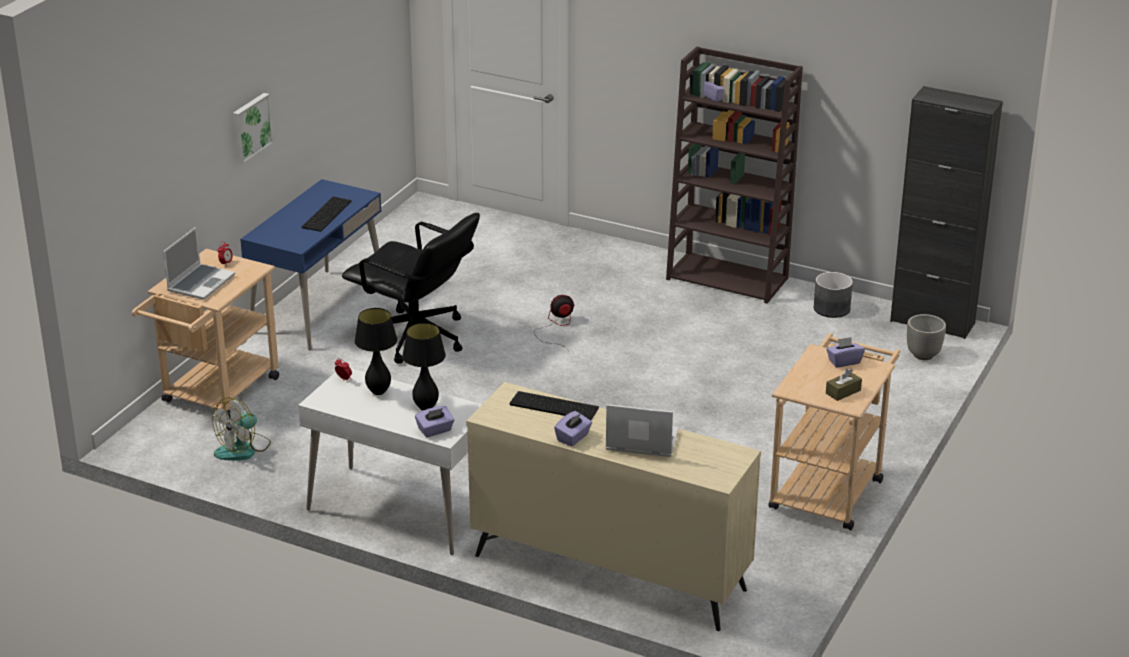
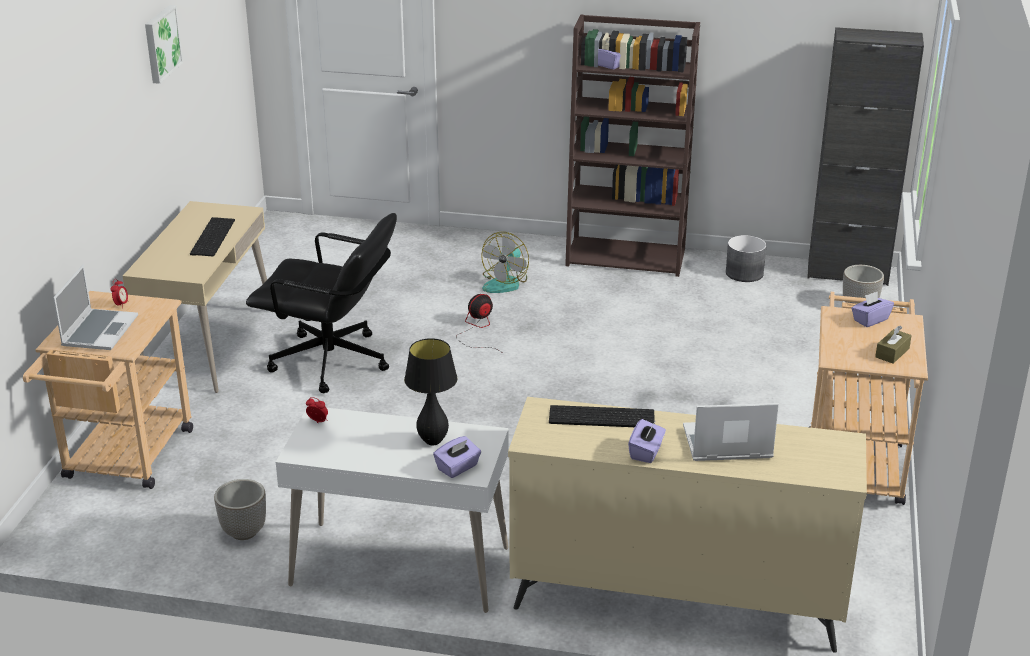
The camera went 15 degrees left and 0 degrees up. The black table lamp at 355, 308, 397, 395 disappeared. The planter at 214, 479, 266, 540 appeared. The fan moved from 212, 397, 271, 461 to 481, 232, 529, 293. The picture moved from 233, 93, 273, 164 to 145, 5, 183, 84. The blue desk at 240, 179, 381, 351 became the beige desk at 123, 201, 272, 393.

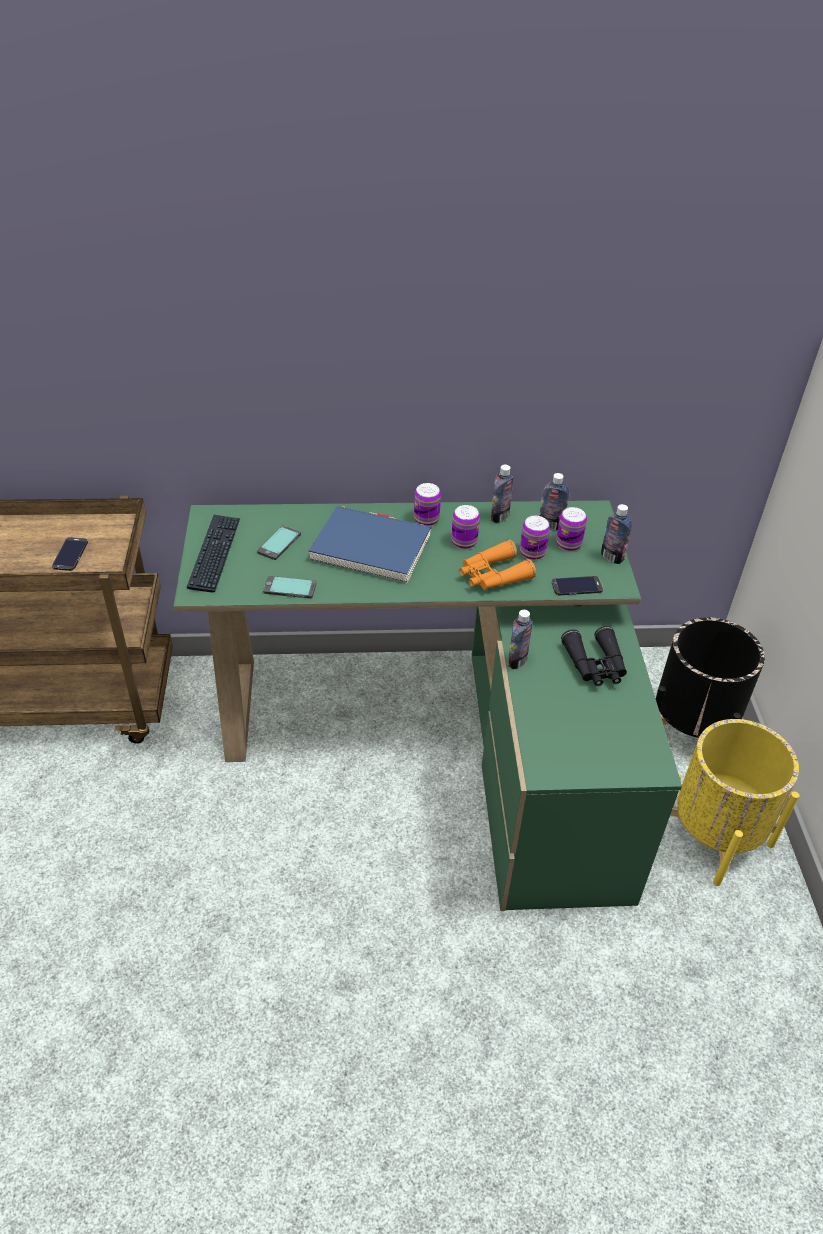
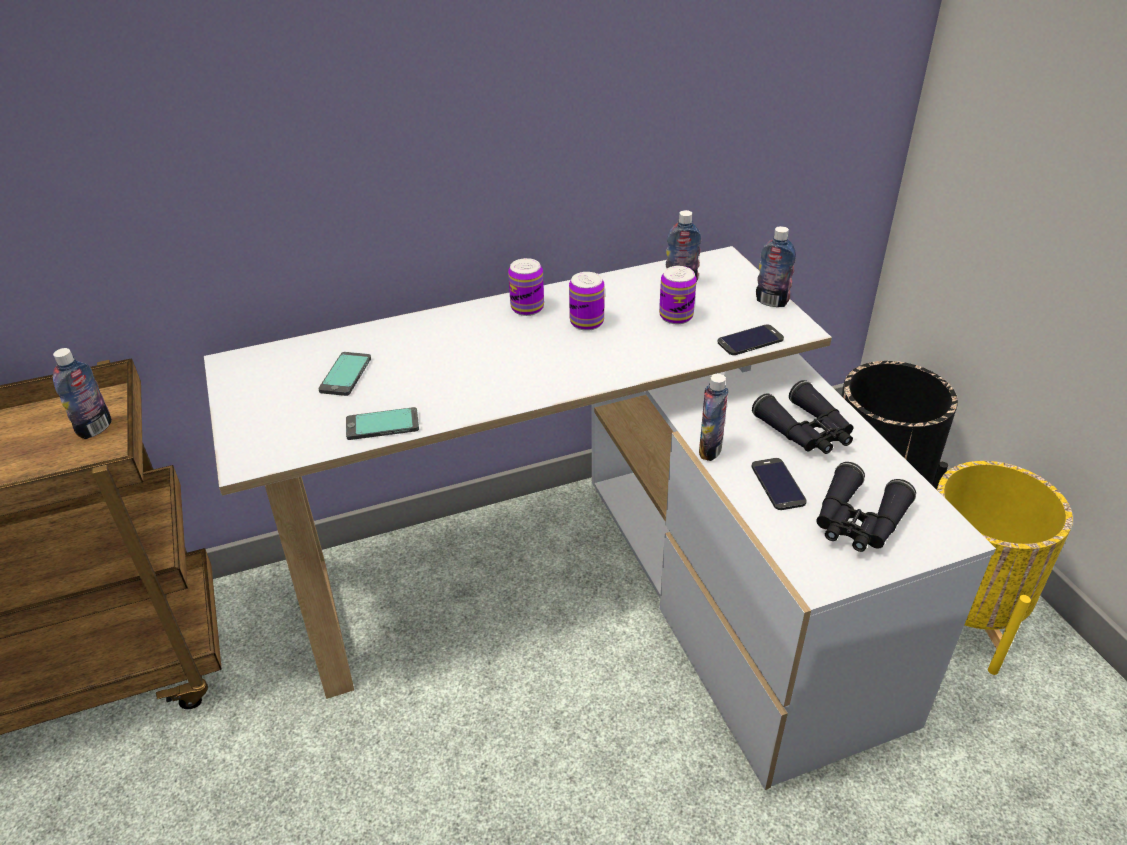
The camera went 15 degrees left and 5 degrees down. The keyboard at 187, 515, 240, 593 disappeared. The blue book at 309, 506, 431, 583 disappeared. The orange binoculars at 459, 540, 536, 590 disappeared. The can at 556, 507, 587, 551 disappeared. The black binoculars at 816, 462, 916, 552 appeared. The phone moved from 52, 537, 88, 571 to 752, 458, 807, 510. The bottle moved from 491, 465, 514, 523 to 53, 348, 112, 439. The green desk at 173, 501, 682, 911 became the white desk at 204, 246, 996, 790.

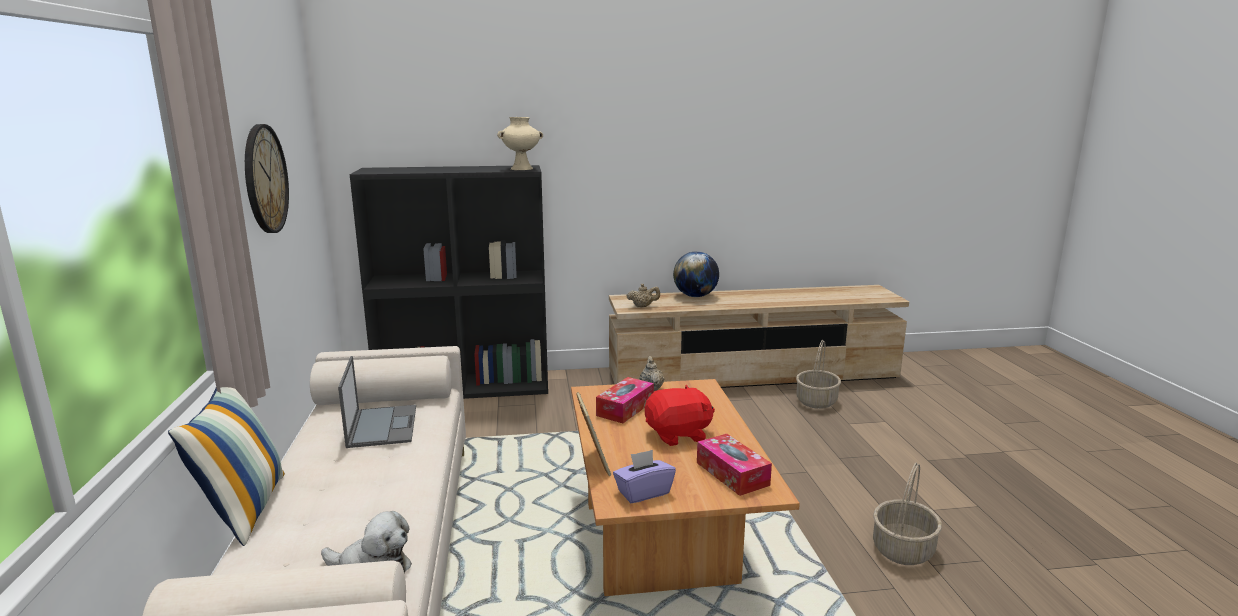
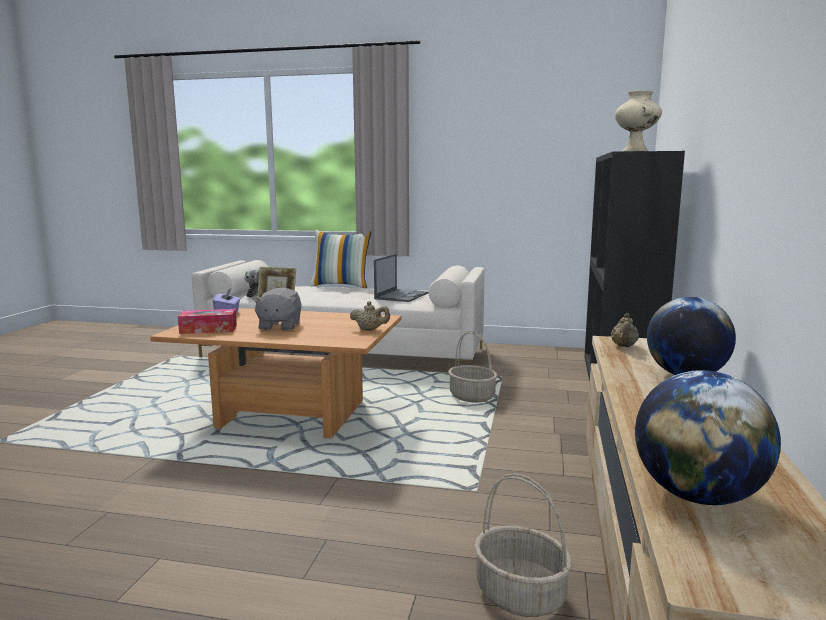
The camera went 110 degrees right and 5 degrees down. The wall clock at 245, 124, 289, 233 disappeared. The tissue box at 596, 377, 654, 423 disappeared. The globe at 635, 370, 781, 505 appeared. The basket moved from 873, 463, 942, 565 to 448, 331, 497, 403. The red plush toy at 645, 384, 715, 446 became the grey plush toy at 252, 287, 302, 331. The laptop at 338, 356, 416, 448 turned 75 degrees counterclockwise.

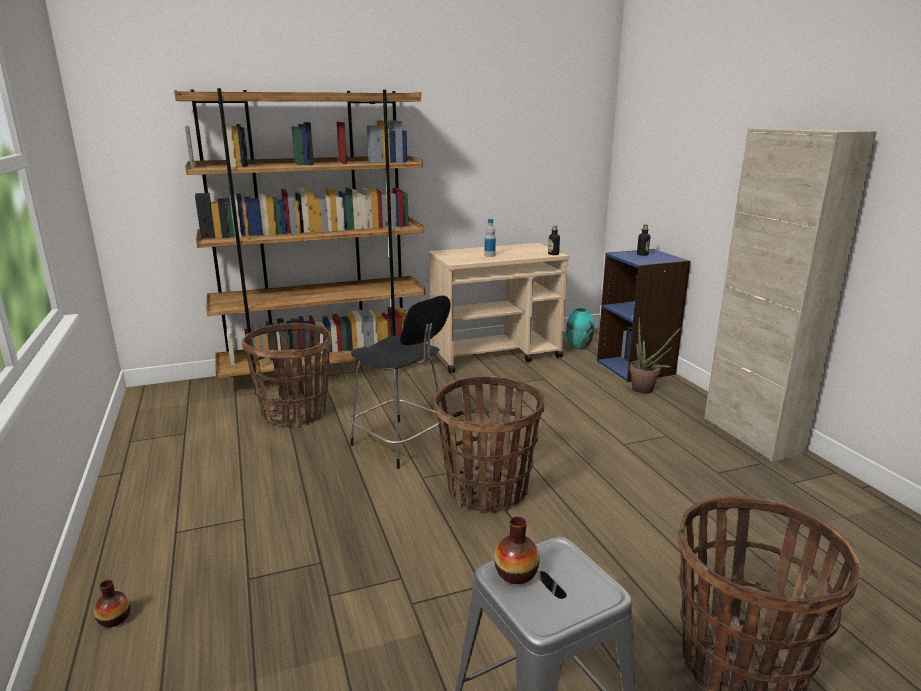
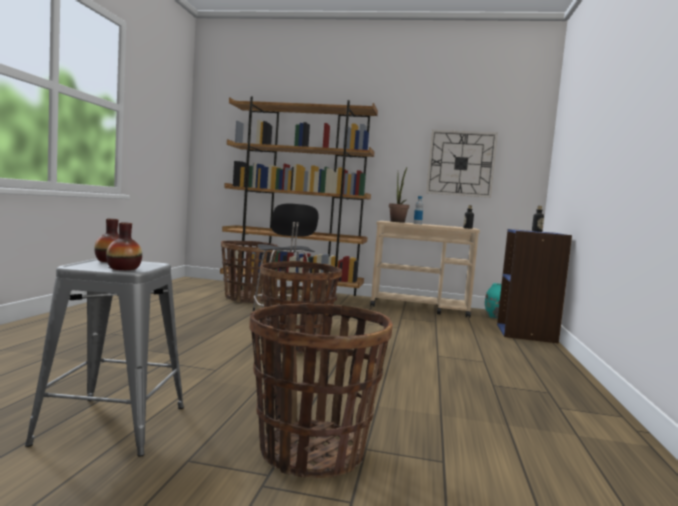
The camera went 30 degrees right and 15 degrees down. The beige cabinet at 704, 128, 876, 462 disappeared. The wall clock at 426, 130, 498, 198 appeared. The vase moved from 94, 580, 130, 627 to 106, 222, 142, 270. The potted plant moved from 630, 317, 682, 394 to 389, 167, 409, 223.

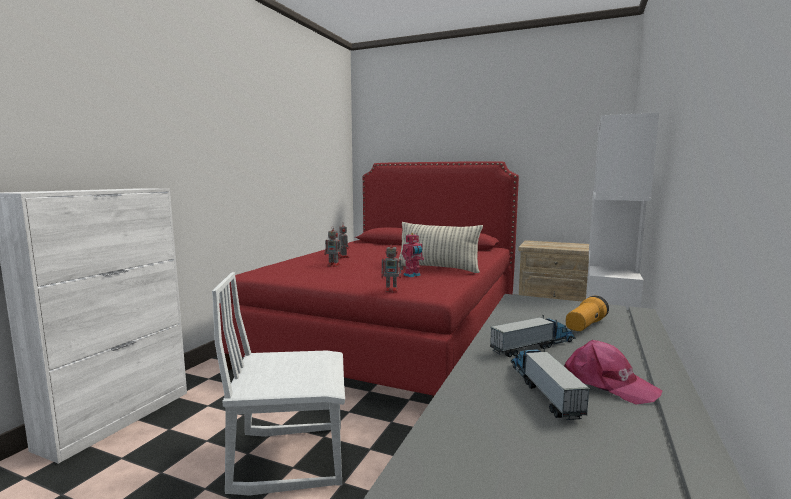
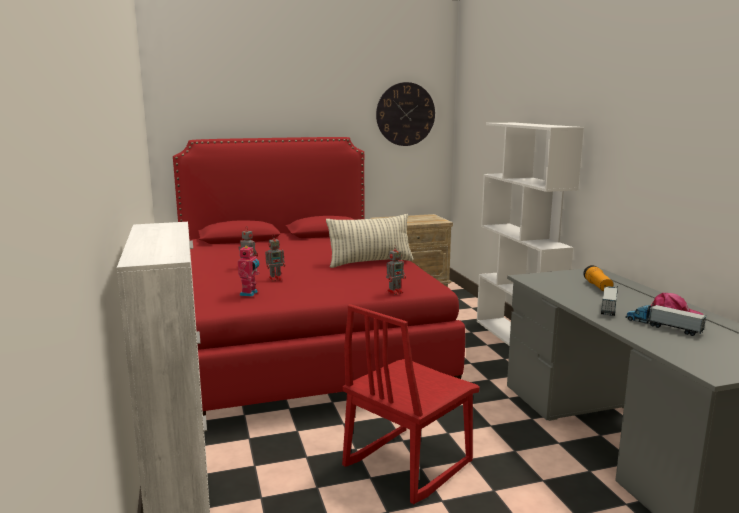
The camera went 40 degrees left and 5 degrees up. The wall clock at 376, 82, 435, 146 appeared. The toy robot moved from 402, 233, 424, 277 to 238, 245, 259, 297. The white chair at 212, 272, 345, 496 became the red chair at 342, 304, 480, 504.

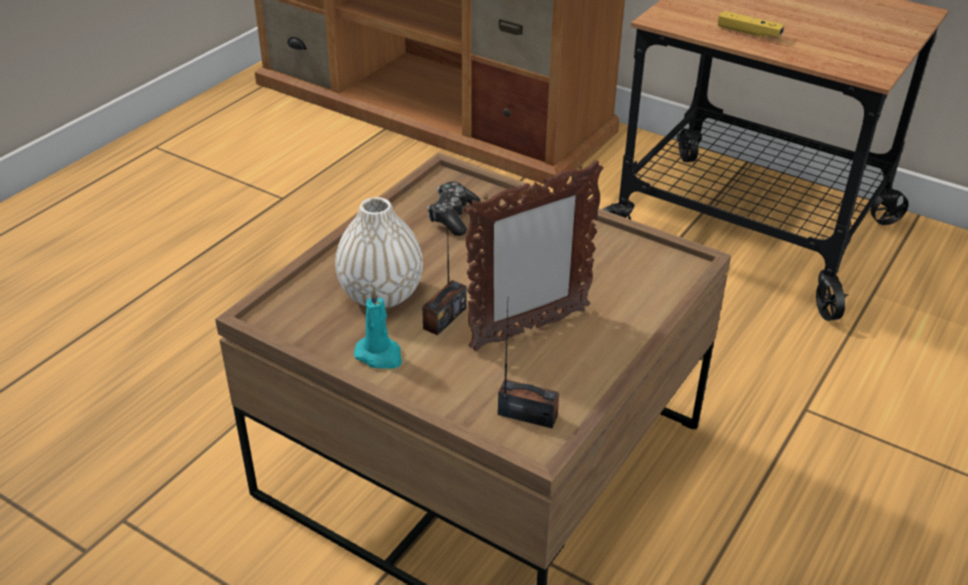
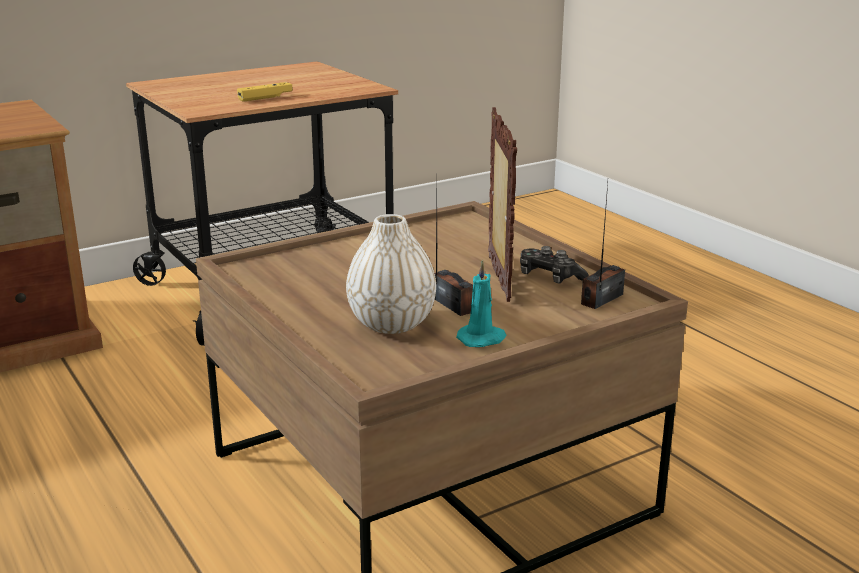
The camera went 65 degrees left and 15 degrees down. The game controller moved from 427, 181, 480, 236 to 520, 246, 589, 283.

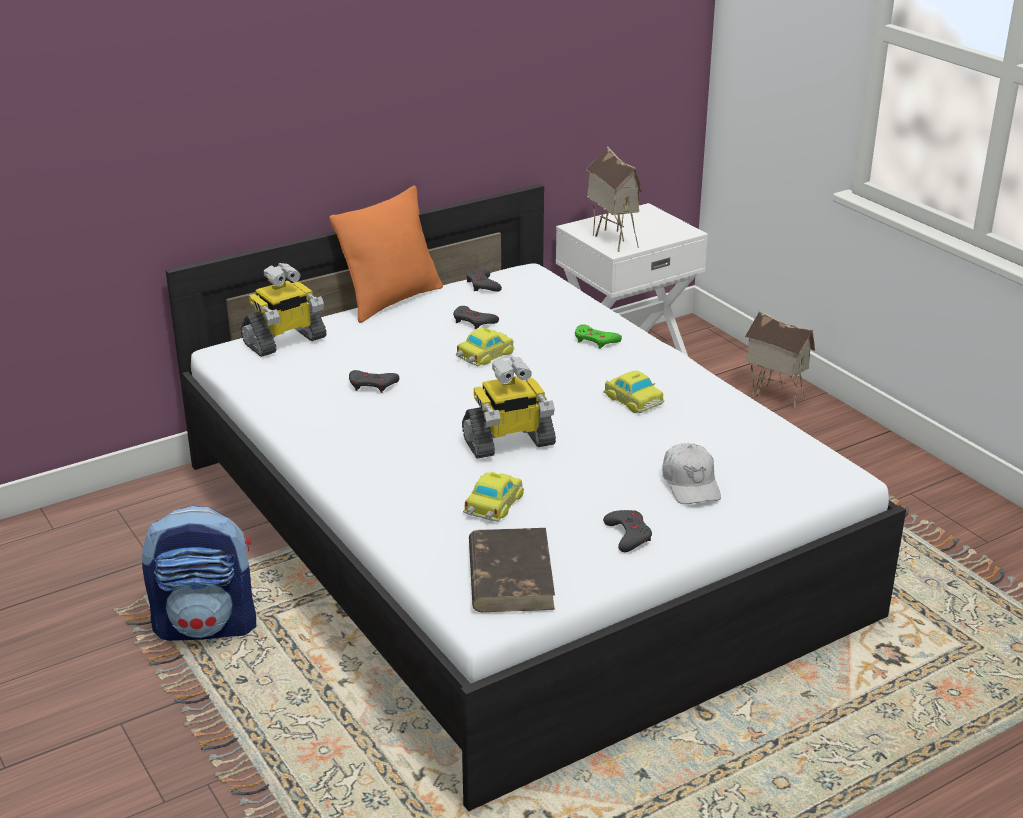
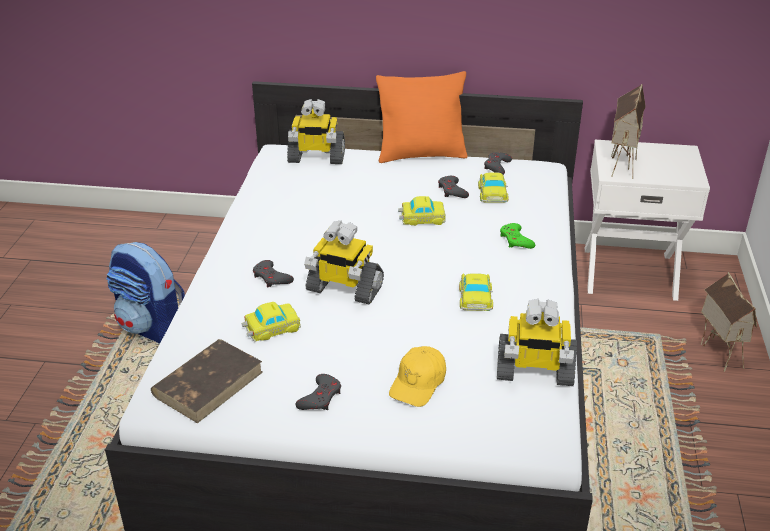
The camera went 40 degrees right and 5 degrees up. The toy car at 478, 172, 509, 203 appeared. The toy robot at 497, 299, 577, 386 appeared. The grey game controller moved from 349, 370, 399, 393 to 253, 260, 294, 288. The white cap at 663, 443, 721, 504 became the yellow cap at 389, 346, 446, 407.

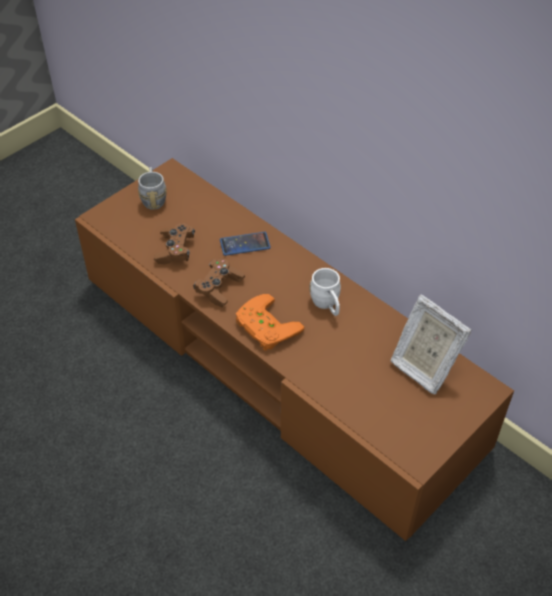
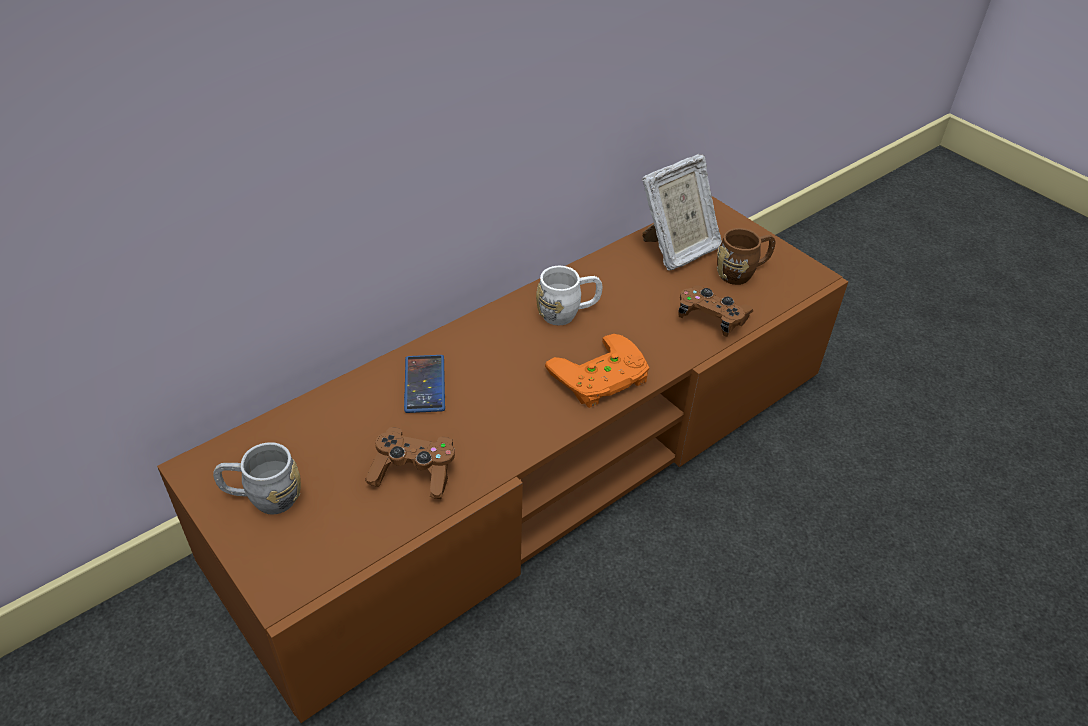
The camera went 85 degrees left and 5 degrees down. The brown mug at 717, 228, 775, 285 appeared. The brown game controller moved from 193, 259, 245, 307 to 678, 285, 753, 337.

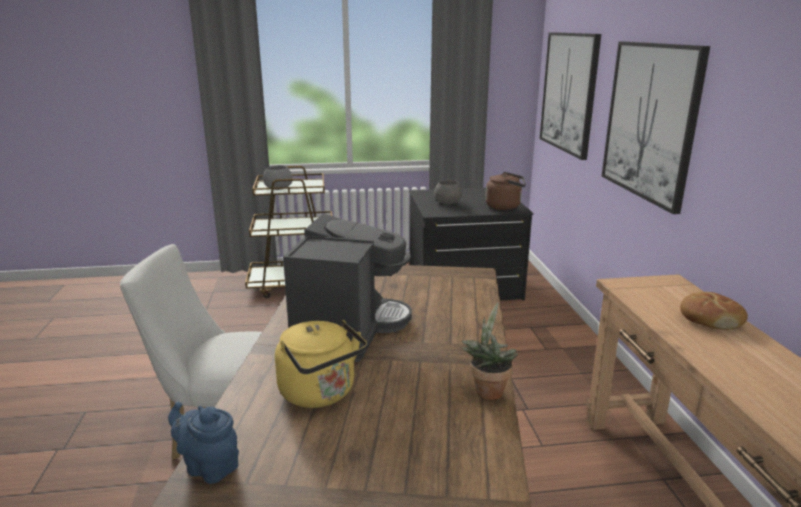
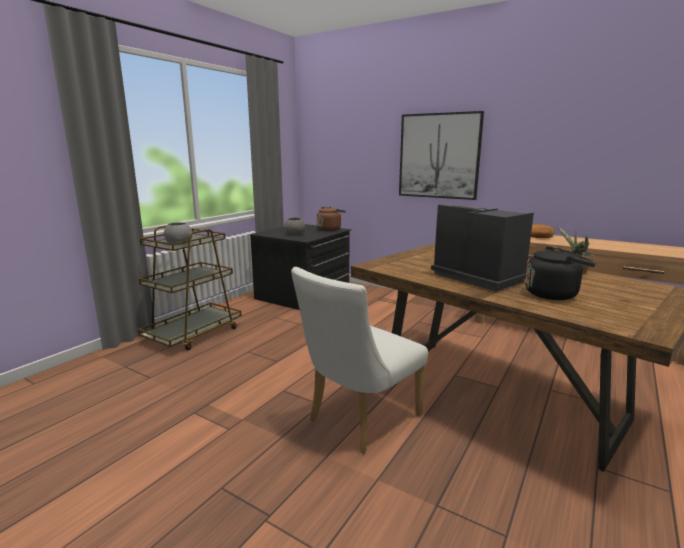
The camera went 50 degrees left and 5 degrees down. The blue teapot at 168, 402, 239, 484 disappeared. The picture at 540, 32, 601, 160 disappeared. The yellow kettle at 275, 320, 367, 408 became the black kettle at 525, 246, 596, 300.

